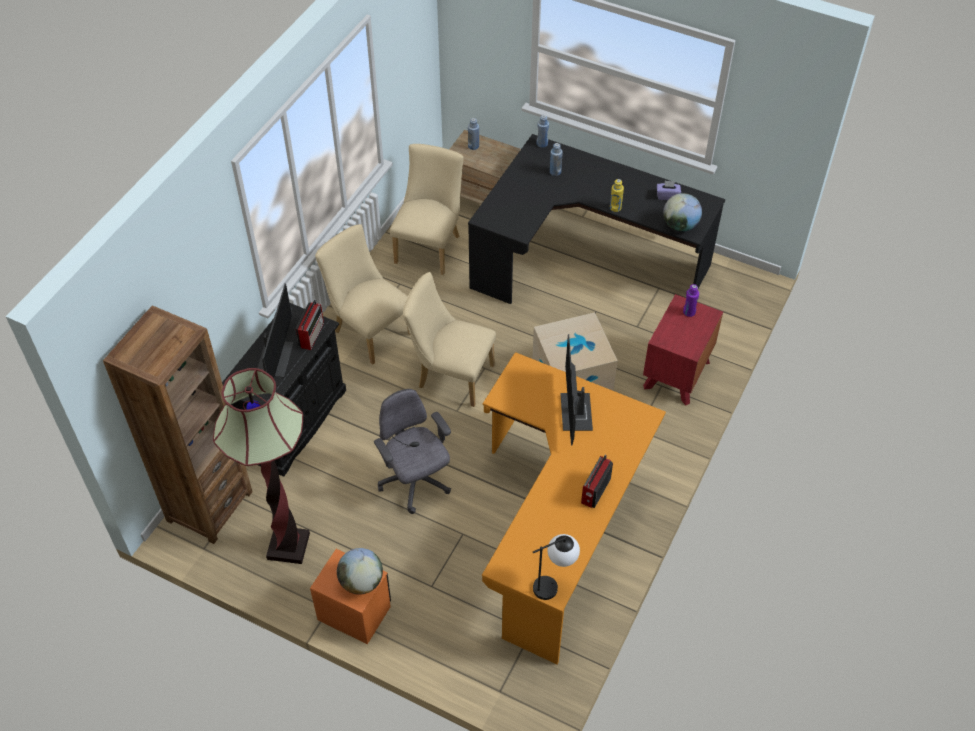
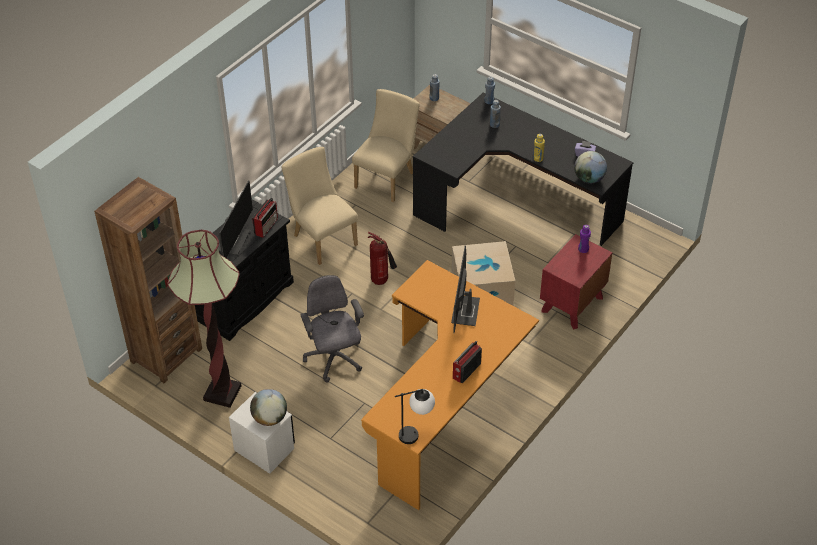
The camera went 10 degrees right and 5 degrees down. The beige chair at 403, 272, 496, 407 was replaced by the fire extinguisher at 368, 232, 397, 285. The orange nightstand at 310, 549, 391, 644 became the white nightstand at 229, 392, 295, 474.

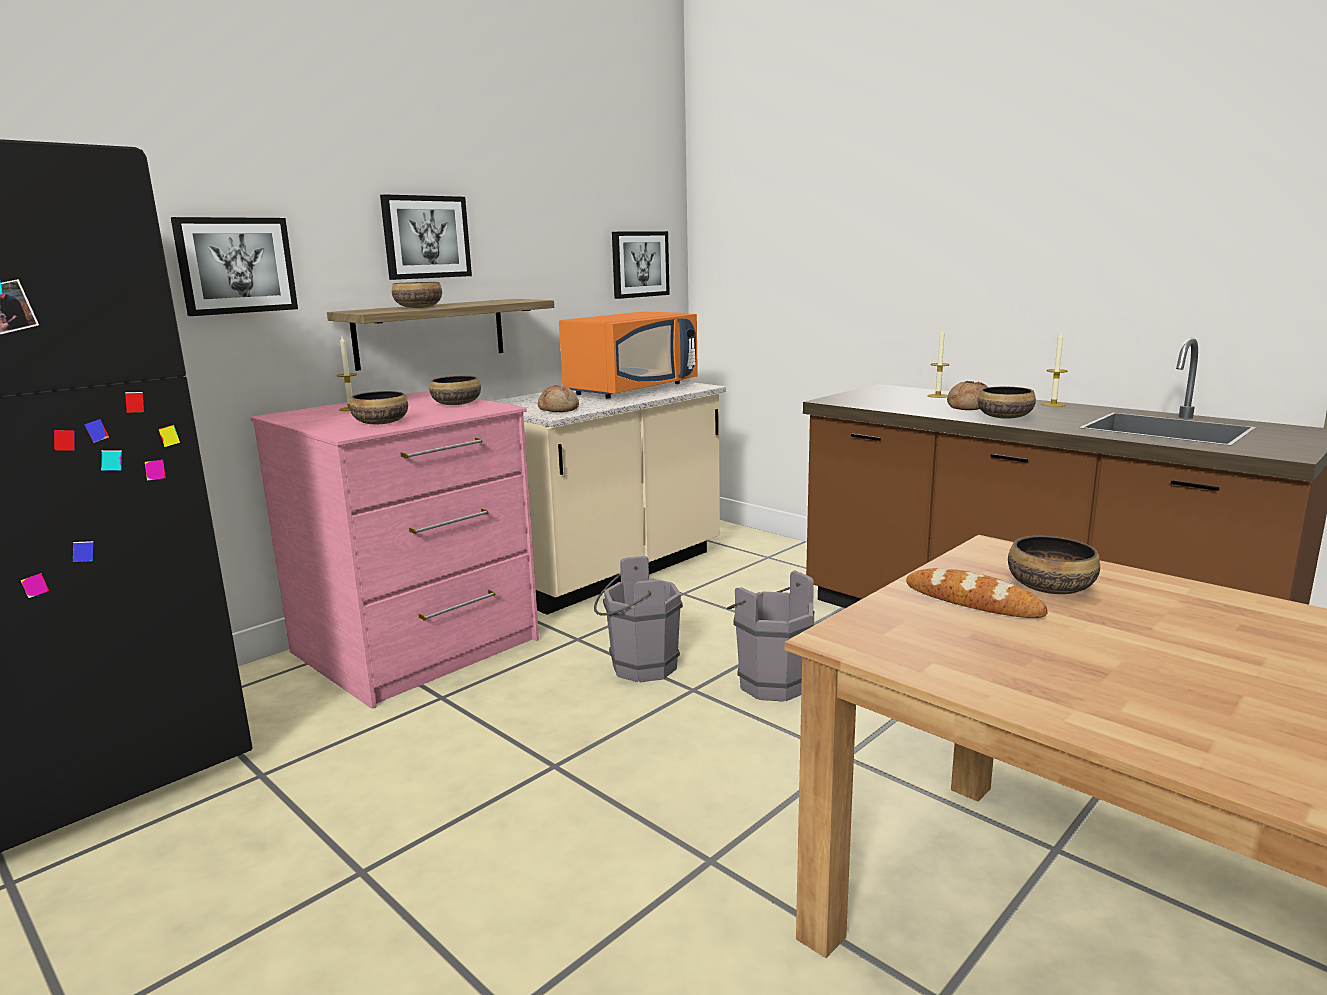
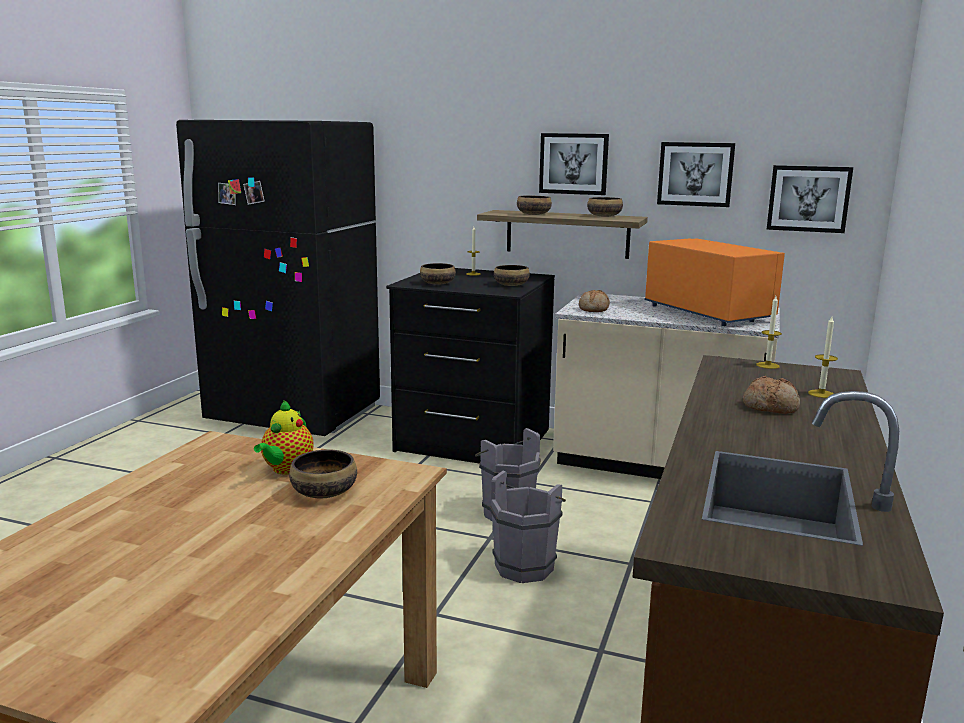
The camera went 65 degrees right and 0 degrees up. The picture moved from 171, 217, 298, 316 to 657, 142, 735, 207. The bowl moved from 977, 387, 1036, 419 to 587, 197, 623, 217. The candle moved from 1042, 333, 1067, 407 to 756, 296, 782, 369. The bread at 906, 568, 1048, 618 was replaced by the teapot at 254, 400, 314, 475. The pink dresser at 250, 391, 539, 709 became the black dresser at 386, 268, 555, 464. The orange microwave at 559, 312, 698, 399 turned 135 degrees counterclockwise.

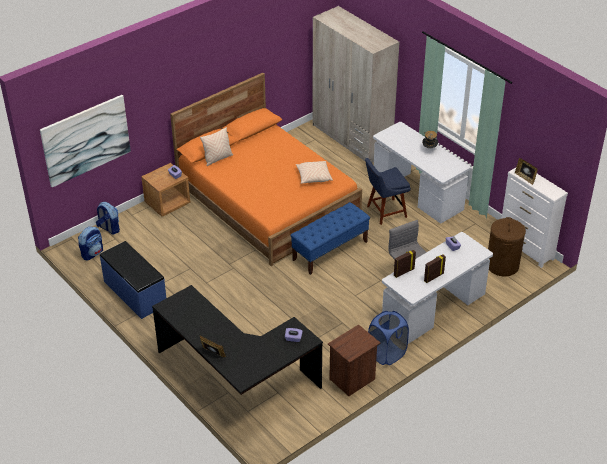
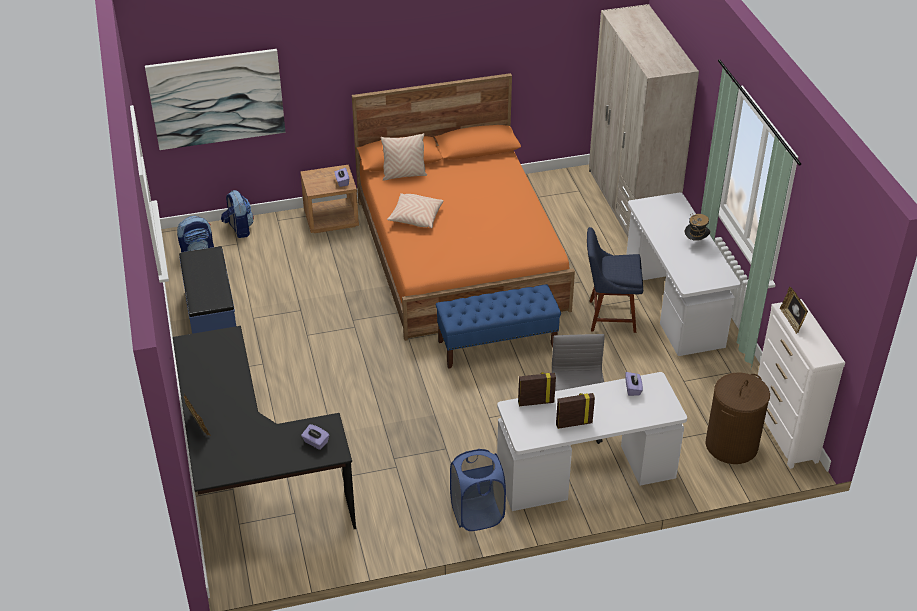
The camera went 25 degrees right and 0 degrees up. The brown nightstand at 328, 324, 380, 396 disappeared. The beige pillow moved from 296, 161, 333, 184 to 387, 193, 443, 228.

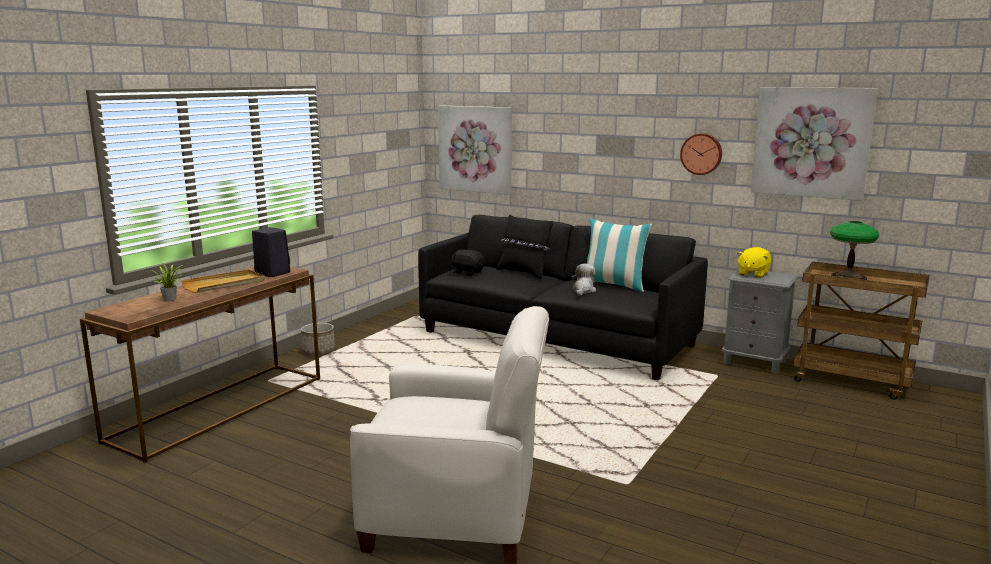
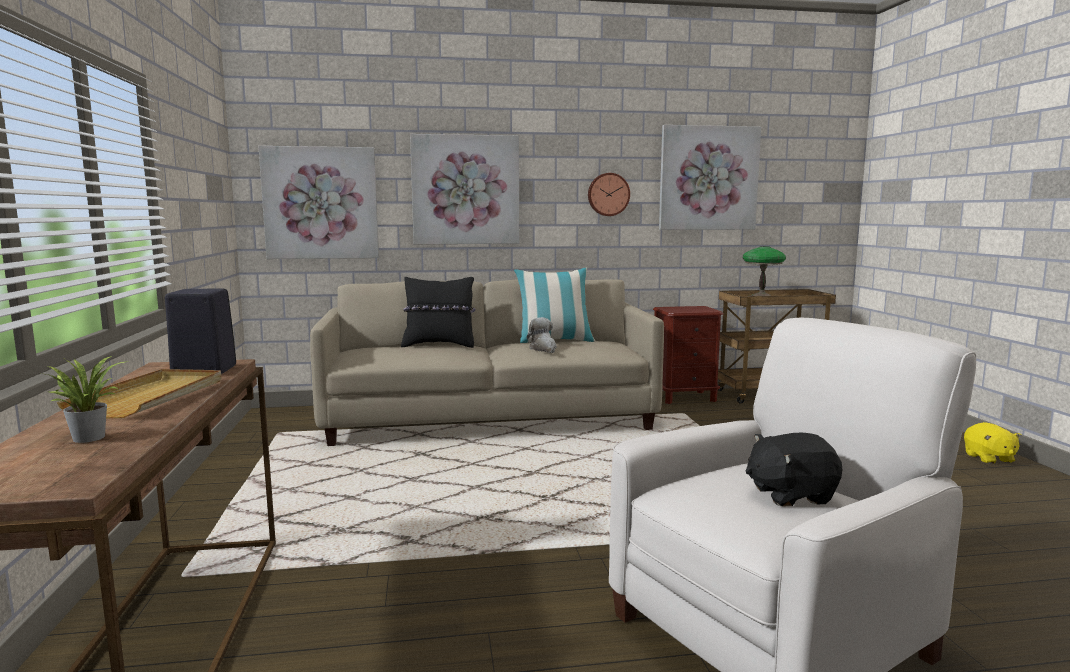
The camera went 40 degrees left and 5 degrees down. The planter at 301, 323, 335, 356 disappeared. The picture at 410, 134, 519, 244 appeared. The black plush toy moved from 452, 249, 484, 276 to 746, 433, 842, 506. The yellow plush toy moved from 737, 247, 771, 278 to 964, 422, 1022, 464. The black sofa at 418, 215, 708, 380 became the beige sofa at 310, 279, 664, 446. The grey nightstand at 722, 268, 798, 374 became the brown nightstand at 653, 306, 724, 404.

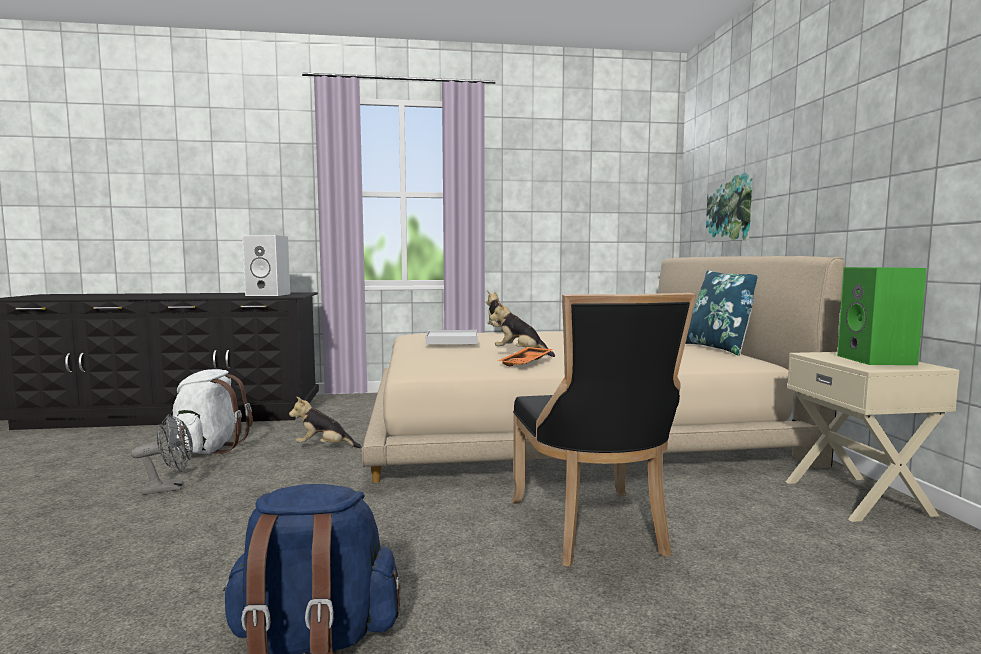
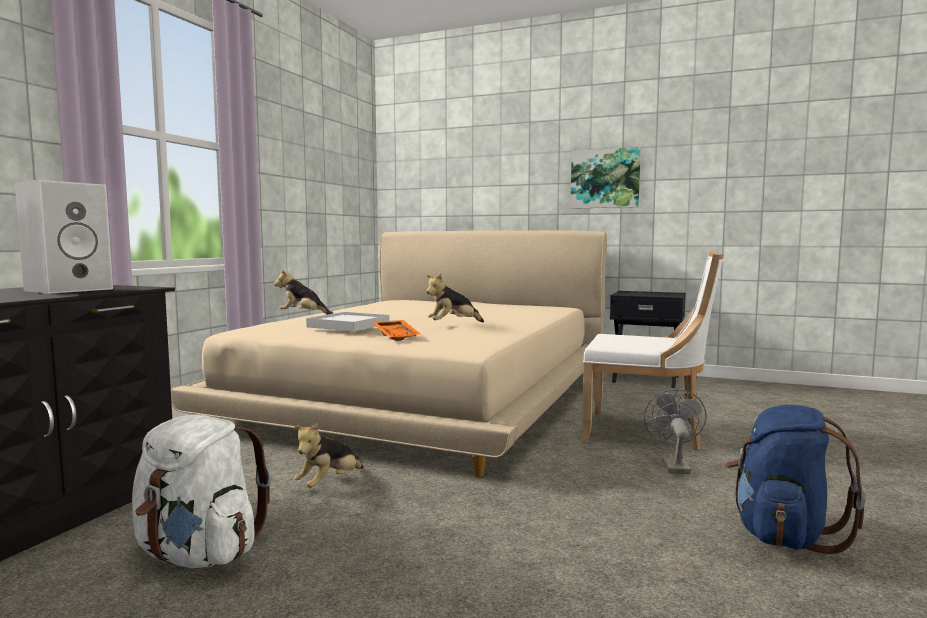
The camera went 60 degrees left and 0 degrees up. The blue pillow at 685, 270, 757, 356 disappeared. The green speaker at 837, 267, 927, 365 disappeared. The grey fan moved from 131, 414, 193, 495 to 644, 389, 706, 474. The orange tray moved from 498, 347, 553, 366 to 373, 320, 421, 341. The picture moved from 705, 172, 753, 242 to 571, 147, 641, 209. The black chair at 512, 293, 696, 567 became the white chair at 581, 252, 724, 450. The beige nightstand at 786, 352, 960, 522 became the black nightstand at 610, 291, 686, 388.

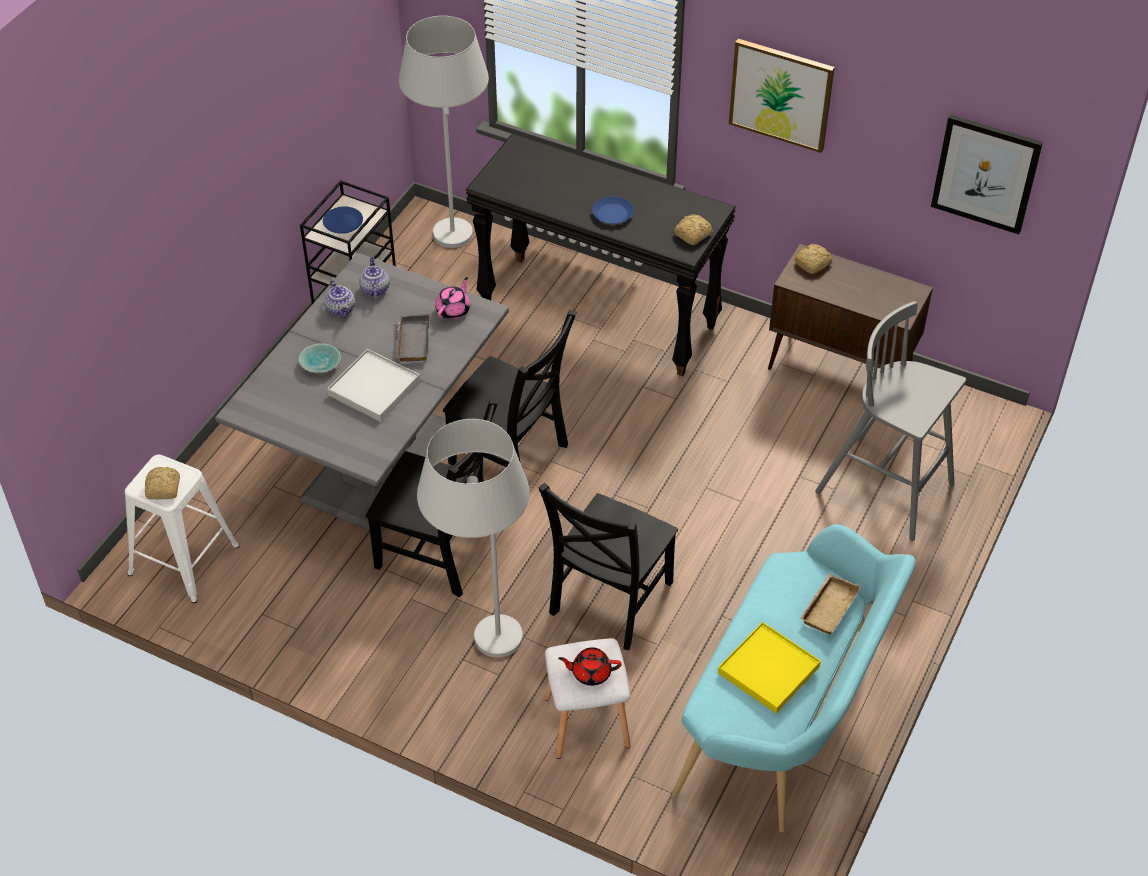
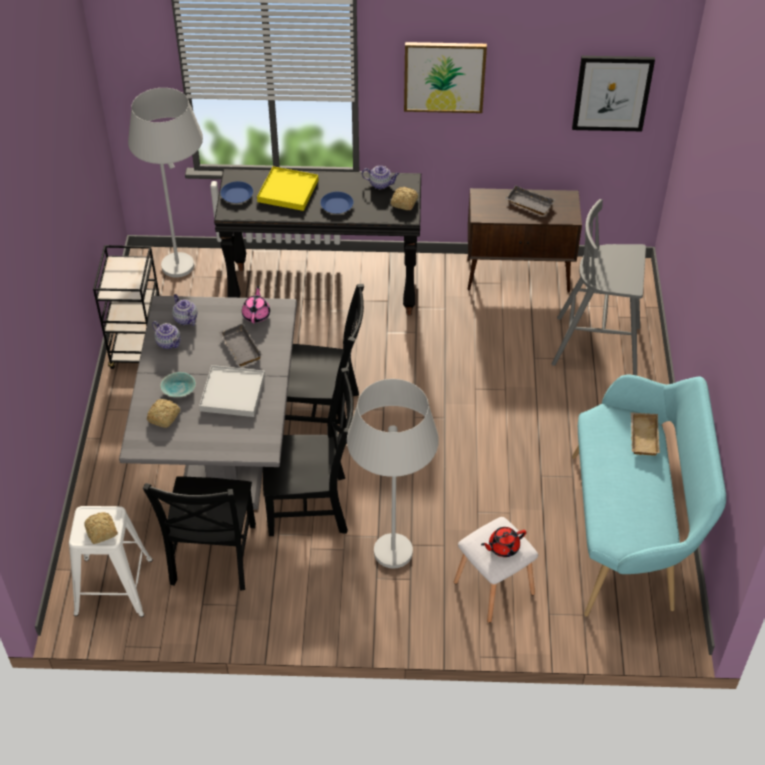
The camera went 25 degrees left and 0 degrees up. The teapot at 362, 165, 399, 189 appeared. The grey tray at 505, 185, 556, 215 appeared. The blue plate moved from 323, 206, 363, 234 to 220, 181, 253, 203. The black chair moved from 538, 483, 678, 650 to 143, 477, 256, 591. The yellow tray moved from 718, 622, 821, 714 to 257, 166, 318, 211. The bread moved from 794, 244, 832, 274 to 147, 399, 180, 428.

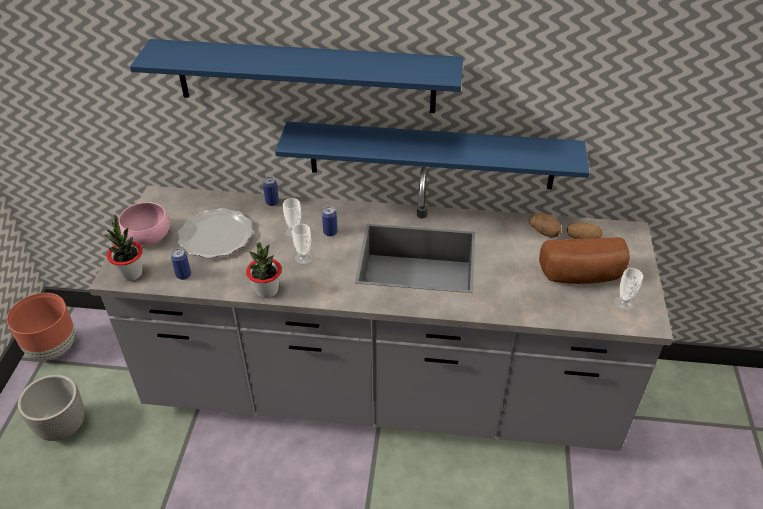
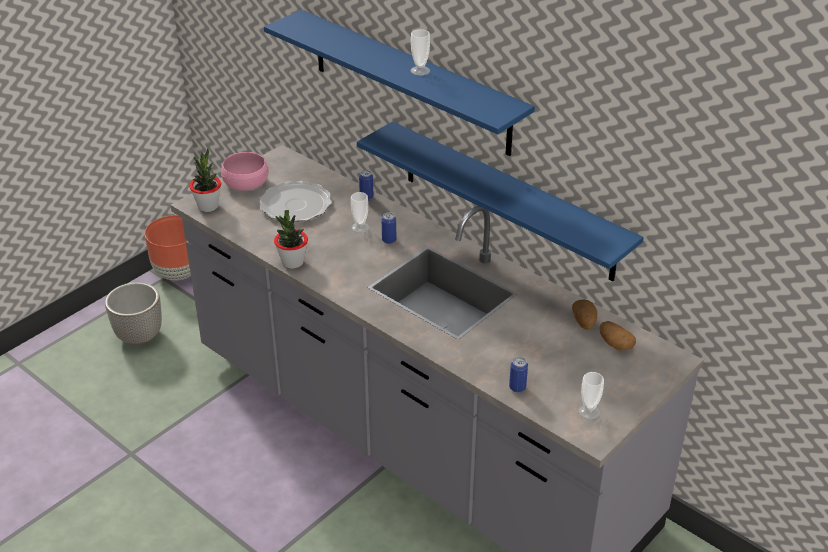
The camera went 35 degrees right and 5 degrees down. The bread at 539, 237, 630, 284 disappeared. The can moved from 171, 248, 191, 280 to 509, 357, 528, 392. The cup moved from 292, 224, 313, 264 to 411, 29, 430, 76.

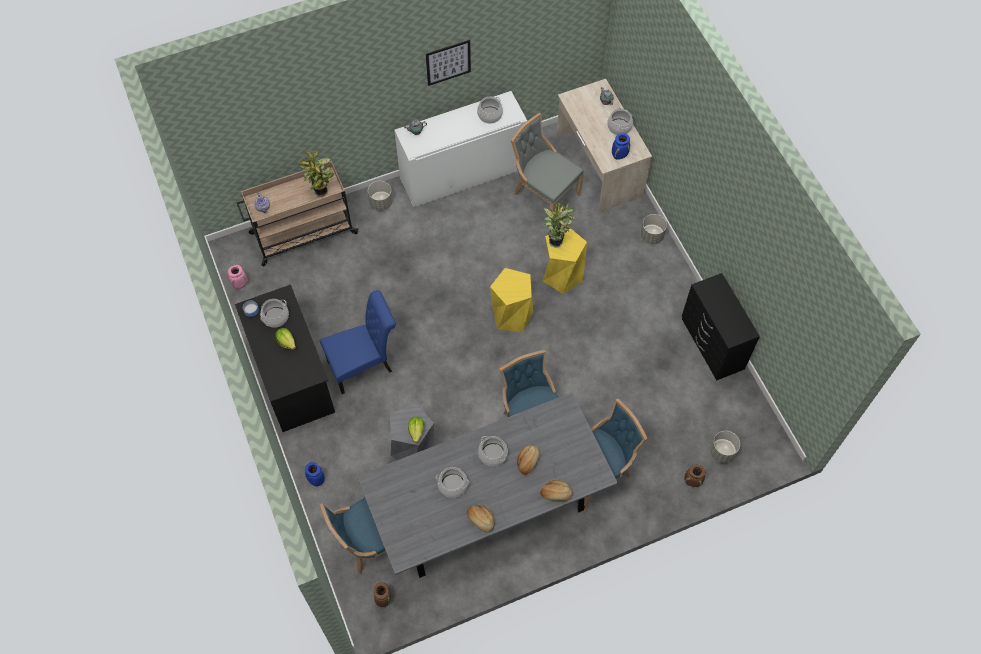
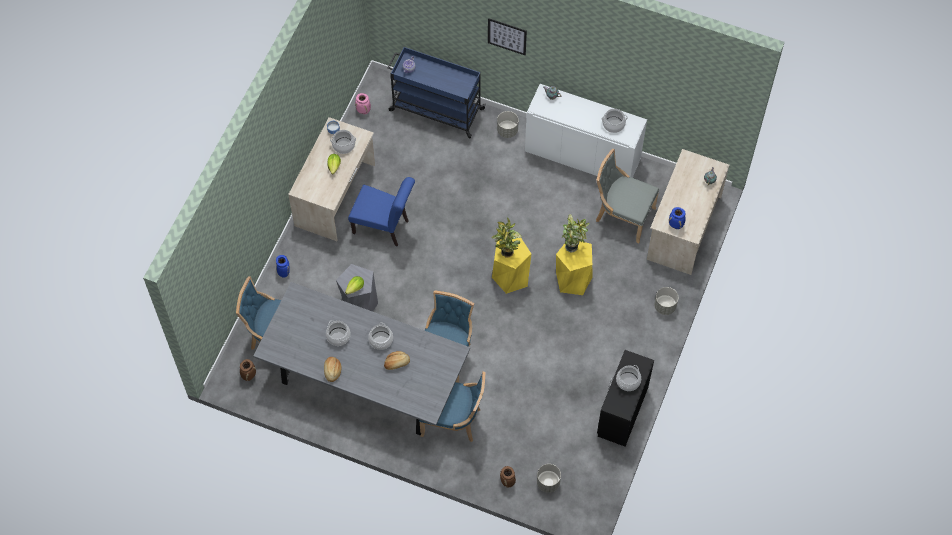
The camera went 45 degrees right and 0 degrees up. The bread at 540, 480, 573, 501 disappeared. The potted plant moved from 298, 149, 334, 197 to 491, 217, 522, 258. The picture moved from 426, 40, 471, 86 to 488, 18, 527, 55. The cooking pot moved from 607, 108, 633, 135 to 616, 365, 641, 391. The black desk at 235, 285, 335, 432 became the beige desk at 288, 117, 375, 241. The beige cart at 237, 161, 358, 266 became the blue cart at 387, 47, 486, 139. The grey chair at 511, 113, 584, 224 turned 60 degrees counterclockwise.

